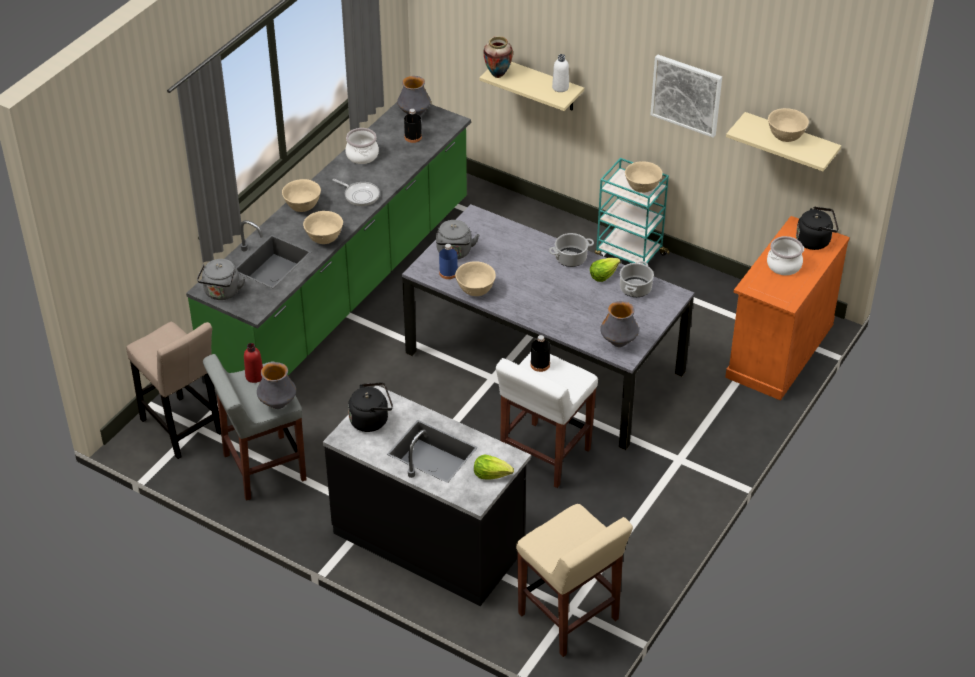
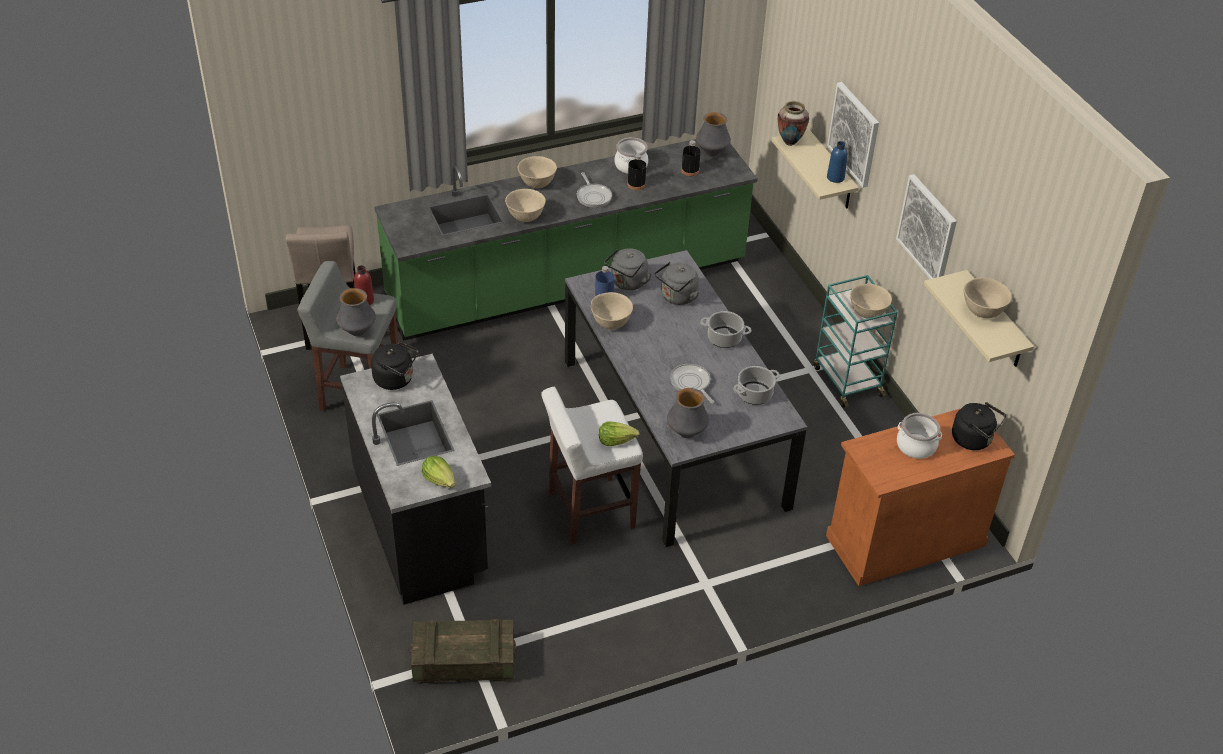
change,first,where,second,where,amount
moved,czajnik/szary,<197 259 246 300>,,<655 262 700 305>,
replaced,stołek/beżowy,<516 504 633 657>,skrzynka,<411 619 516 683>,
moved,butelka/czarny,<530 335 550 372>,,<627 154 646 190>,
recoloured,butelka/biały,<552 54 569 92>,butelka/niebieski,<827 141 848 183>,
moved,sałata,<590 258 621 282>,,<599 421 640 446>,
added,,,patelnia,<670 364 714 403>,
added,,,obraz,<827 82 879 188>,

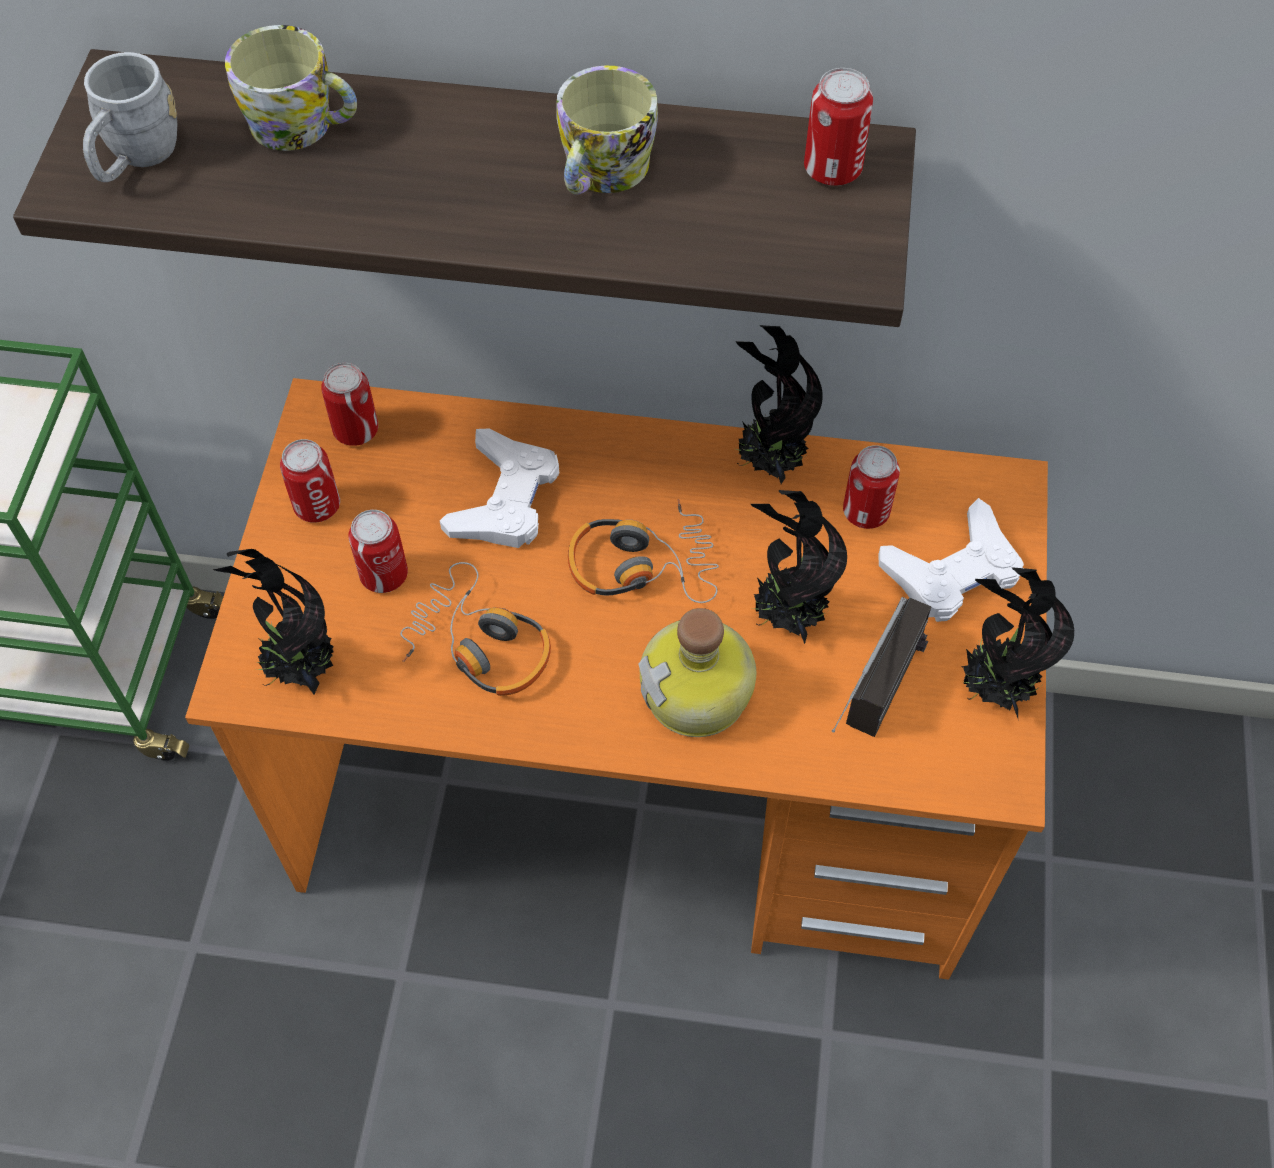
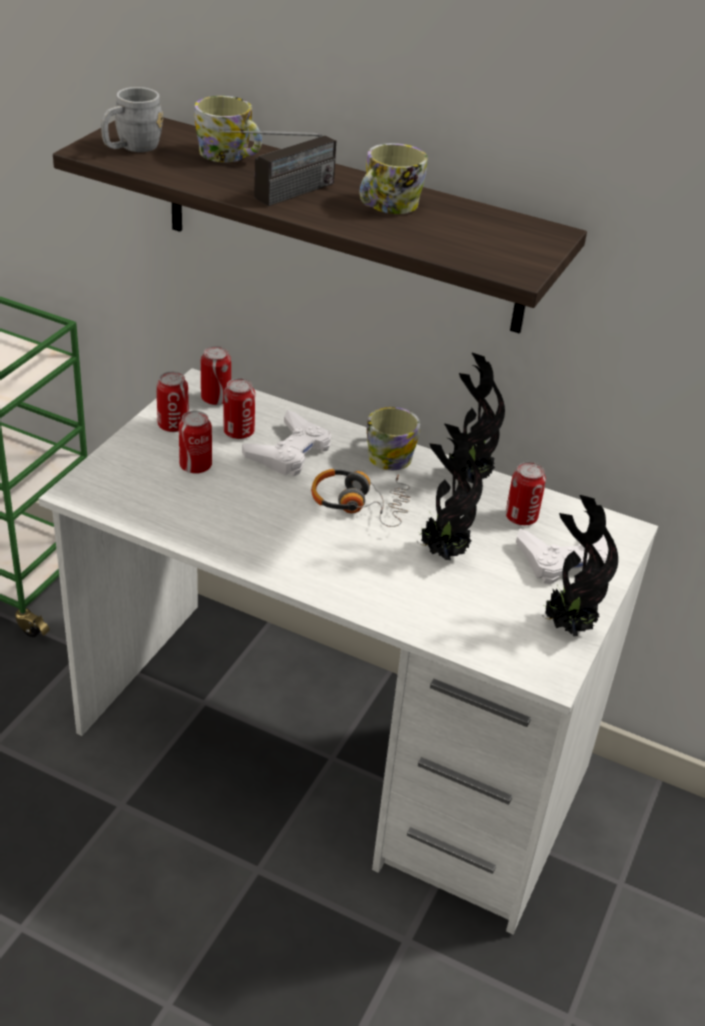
change,first,where,second,where,amount
recoloured,biurko/pomarańczowy,<185 378 1048 980>,biurko/biały,<39 368 658 934>,
removed,roślina doniczkowa,<213 549 334 694>,,,
removed,słuchawki,<400 562 551 696>,,,
removed,butelka,<638 608 756 737>,,,
moved,puszka,<804 68 873 186>,,<223 378 255 439>,
moved,radio,<832 597 932 737>,,<217 130 336 206>,
added,,,kubek,<367 407 420 470>,

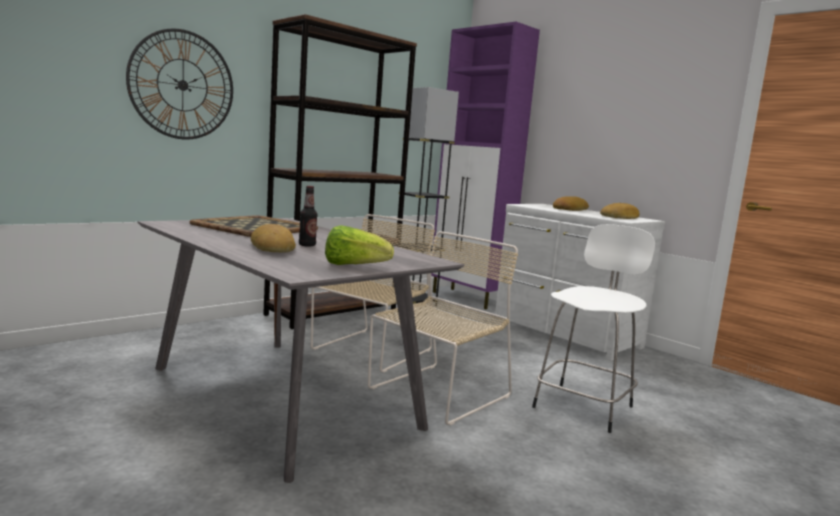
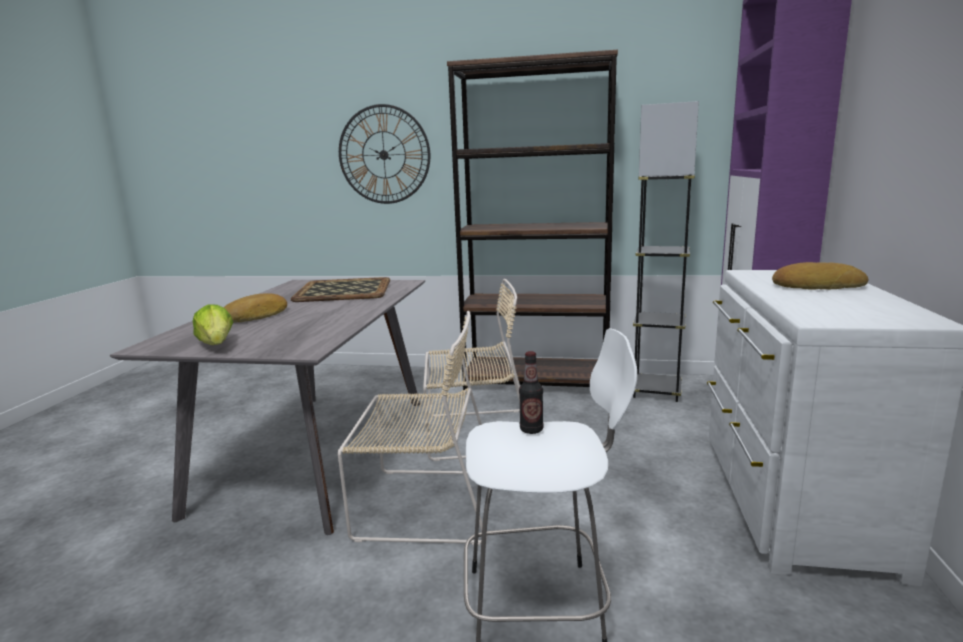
change,first,where,second,where,amount
moved,butelka,<299 186 318 247>,,<519 351 544 434>,
removed,chleb,<600 203 640 219>,,,

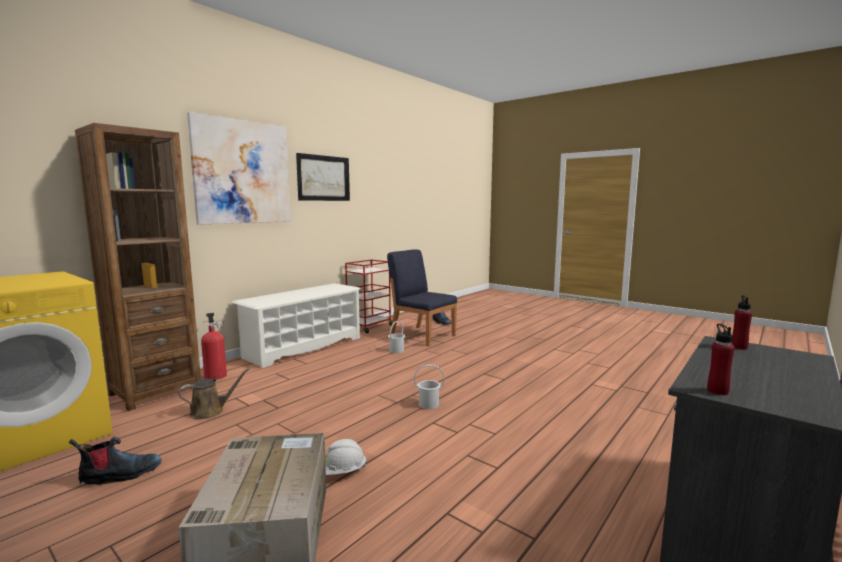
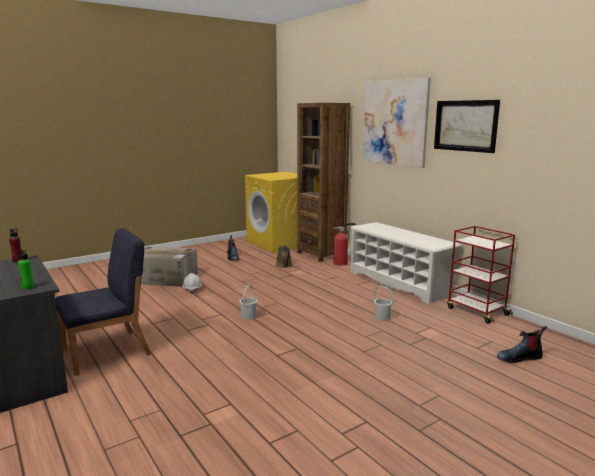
change,first,where,second,where,amount
moved,krzesło/niebieski,<387 249 457 346>,,<55 228 151 376>,
recoloured,butelka/czerwony,<732 296 752 350>,butelka/zielony,<18 249 34 290>,

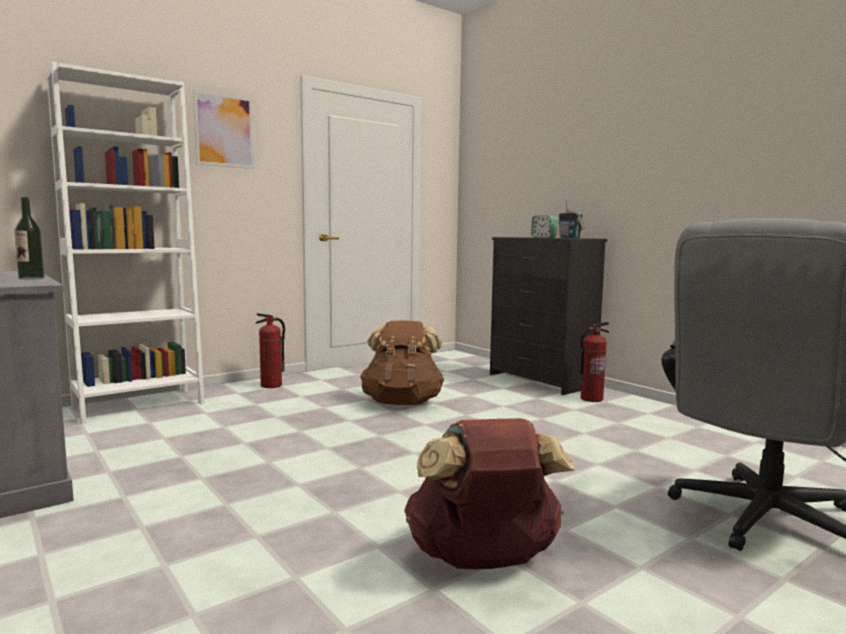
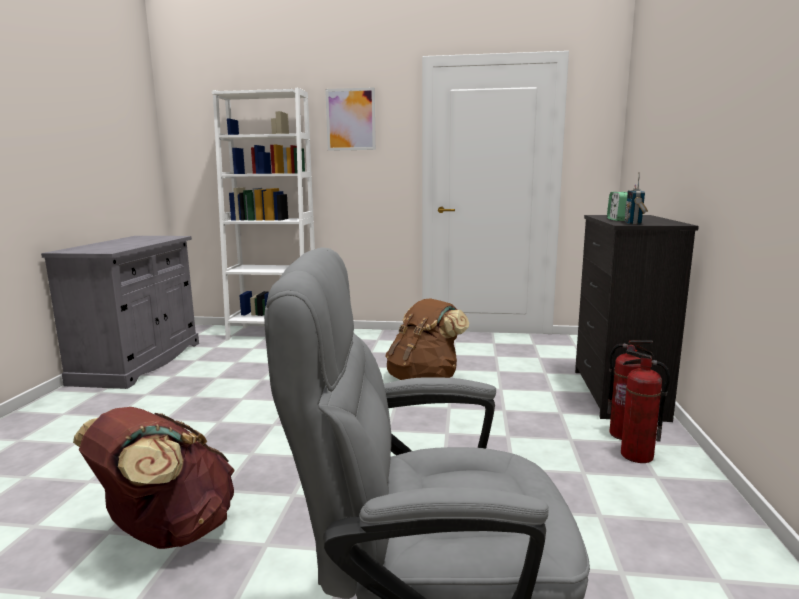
change,first,where,second,where,amount
removed,butelka,<14 197 45 279>,,,
moved,gaśnica,<256 313 285 388>,,<621 349 670 463>,

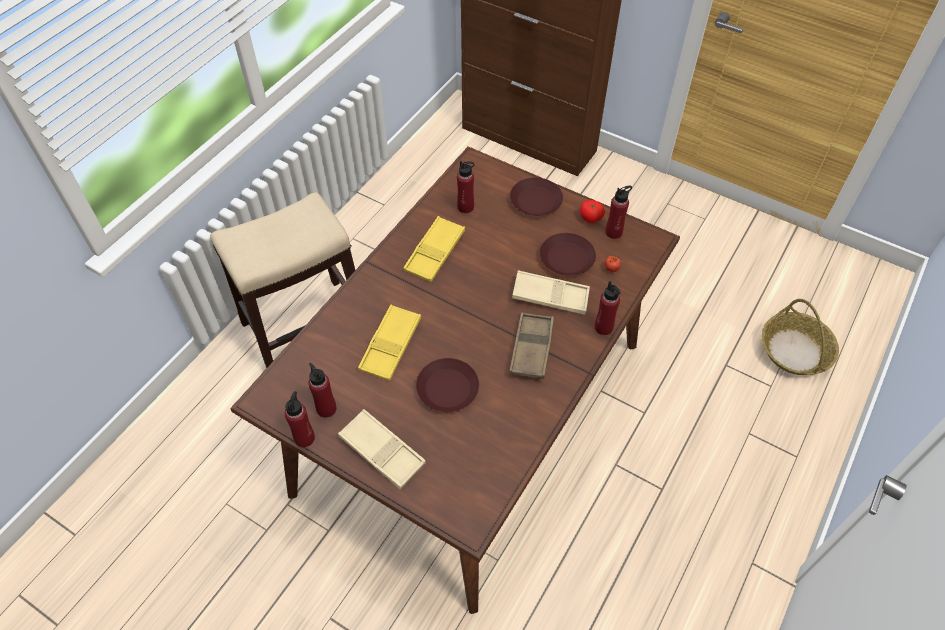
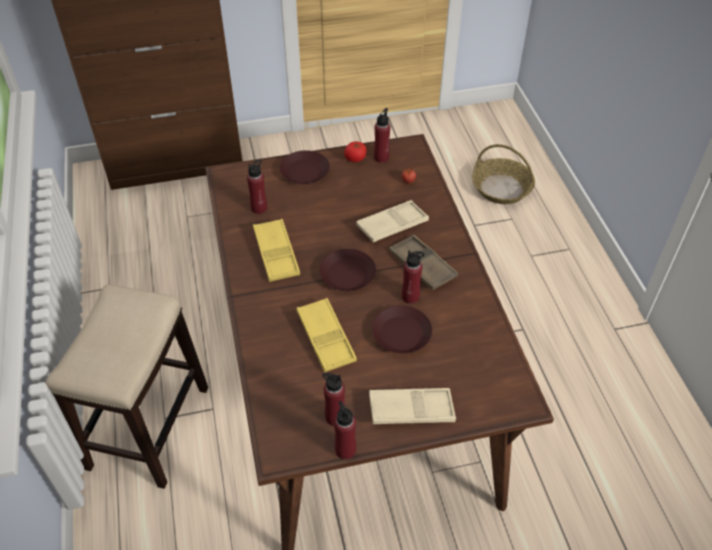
change,first,where,second,where,amount
moved,talerz/brązowy,<540 233 596 276>,,<319 249 376 291>,
moved,butelka/czerwony,<595 281 621 335>,,<402 250 424 304>,

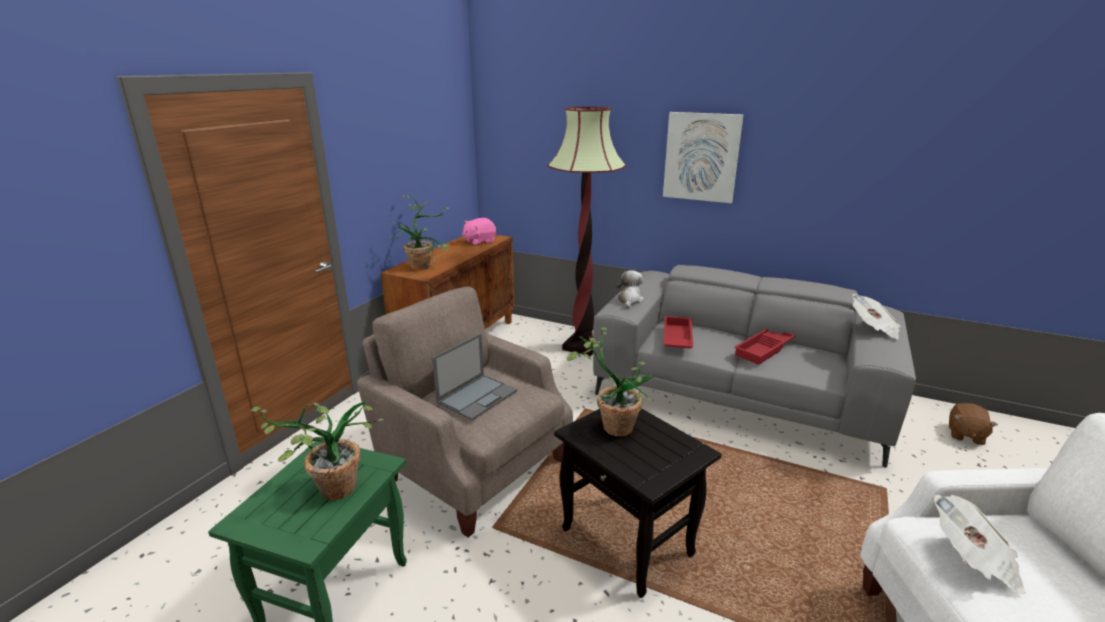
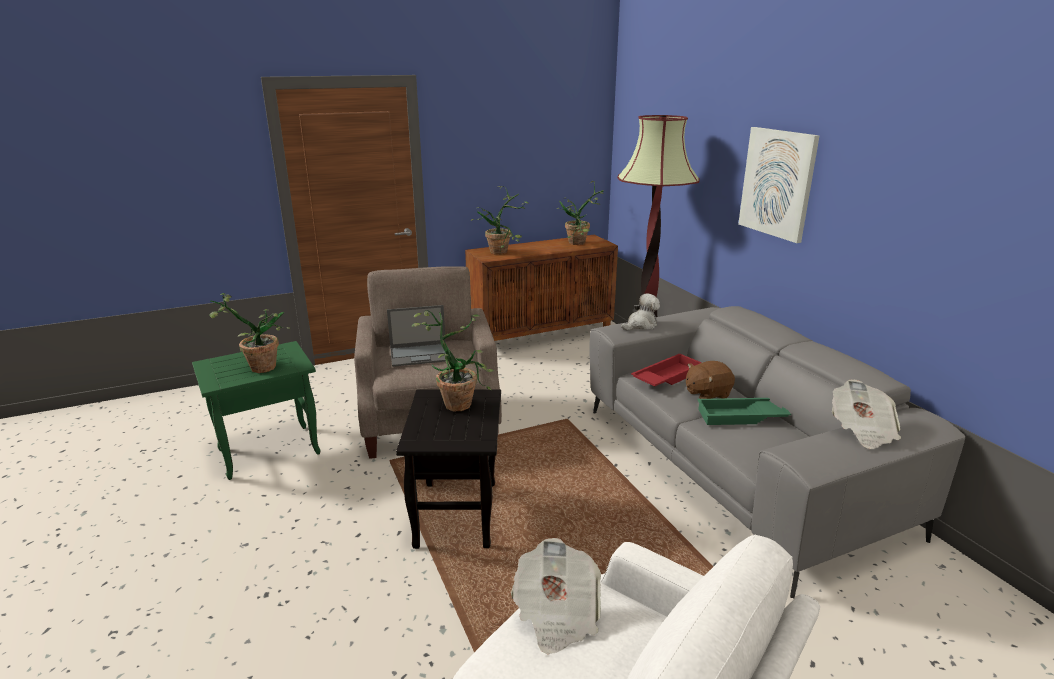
change,first,where,second,where,amount
replaced,pluszak/różowy,<462 218 496 246>,roślina doniczkowa,<557 181 604 245>,
recoloured,taca/czerwony,<734 329 796 365>,taca/zielony,<697 398 791 425>,
moved,pluszak/brązowy,<949 403 998 445>,,<686 361 735 399>,

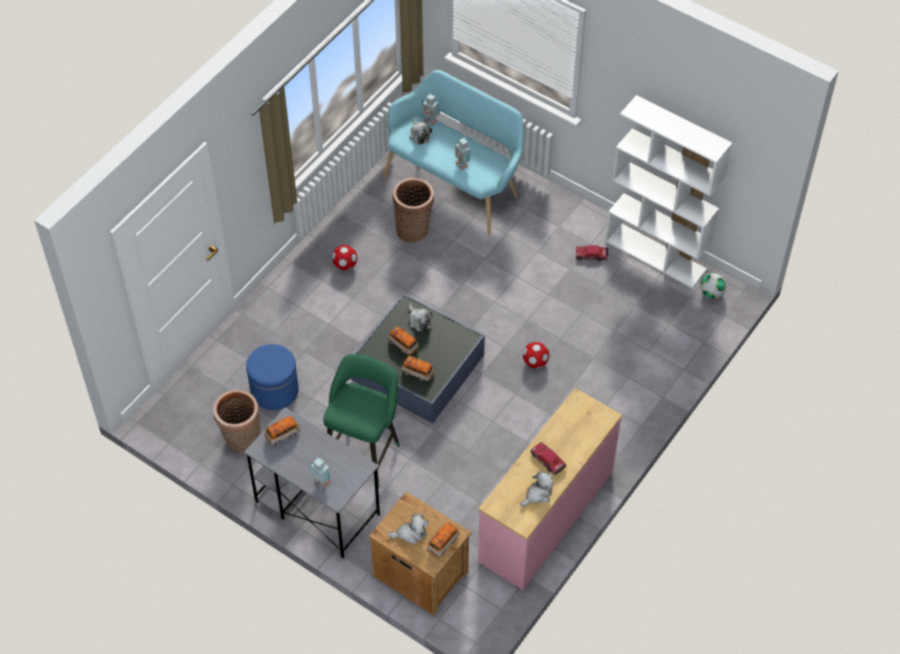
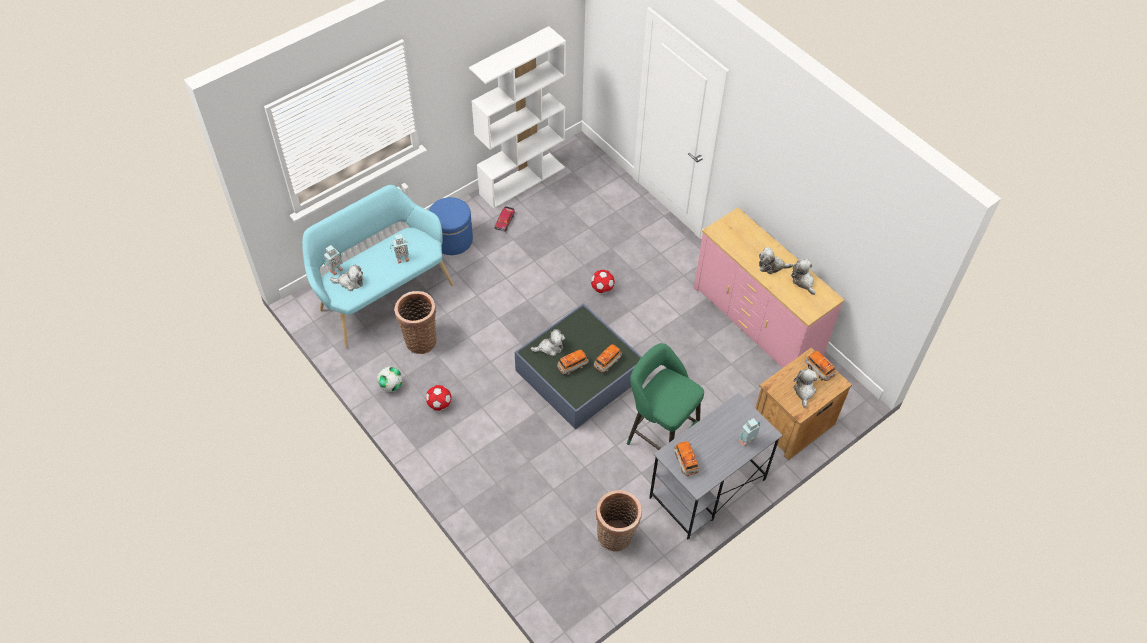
change,first,where,second,where,amount
moved,pufa/niebieski,<246 344 299 410>,,<429 197 473 255>,
replaced,samochodzik,<531 442 566 475>,pluszak,<759 247 793 274>,
moved,piłka futbolowa,<701 273 727 299>,,<377 367 403 392>,

